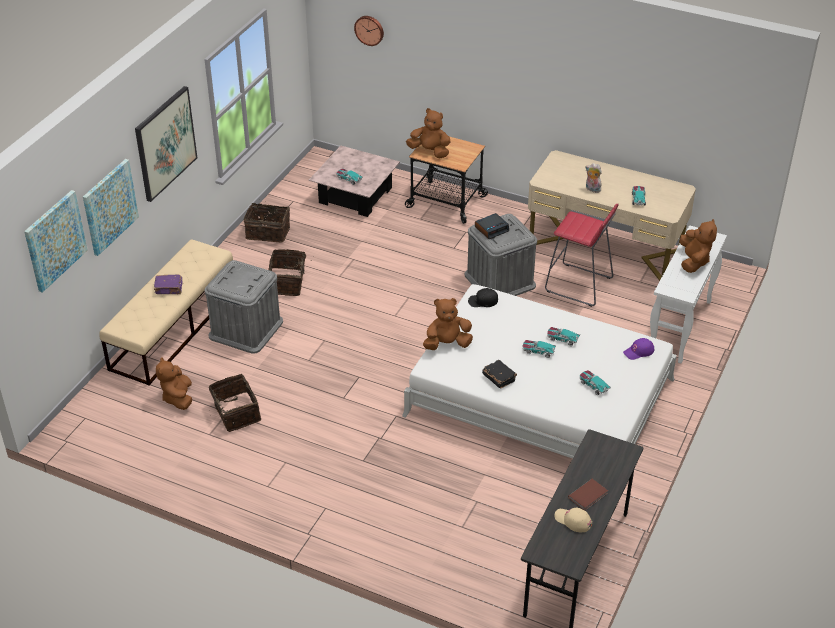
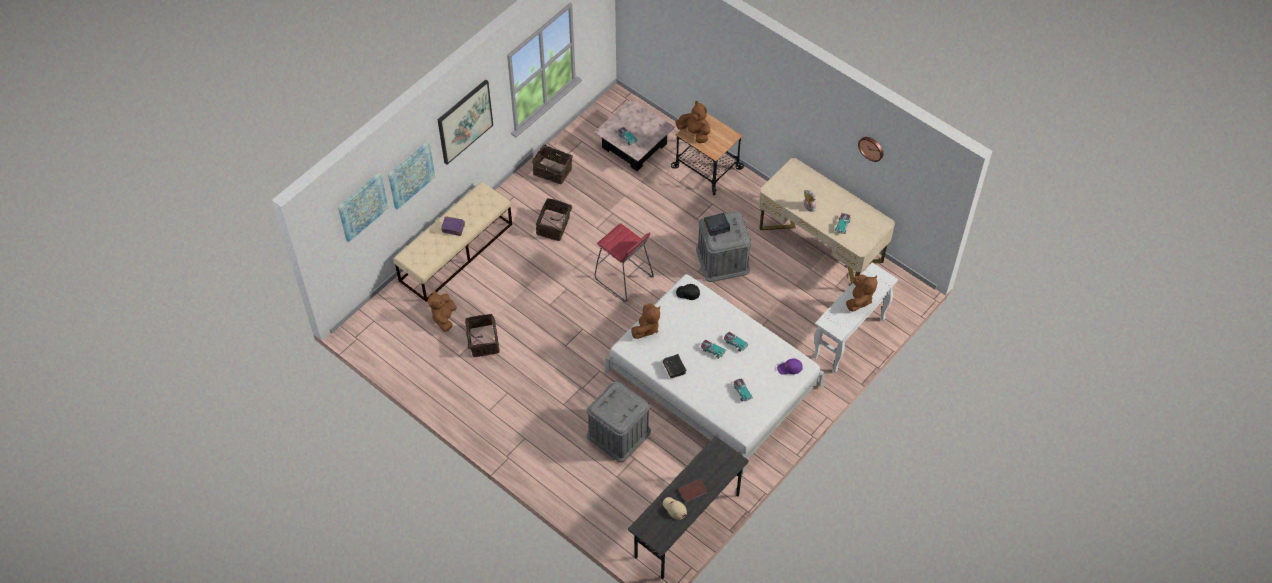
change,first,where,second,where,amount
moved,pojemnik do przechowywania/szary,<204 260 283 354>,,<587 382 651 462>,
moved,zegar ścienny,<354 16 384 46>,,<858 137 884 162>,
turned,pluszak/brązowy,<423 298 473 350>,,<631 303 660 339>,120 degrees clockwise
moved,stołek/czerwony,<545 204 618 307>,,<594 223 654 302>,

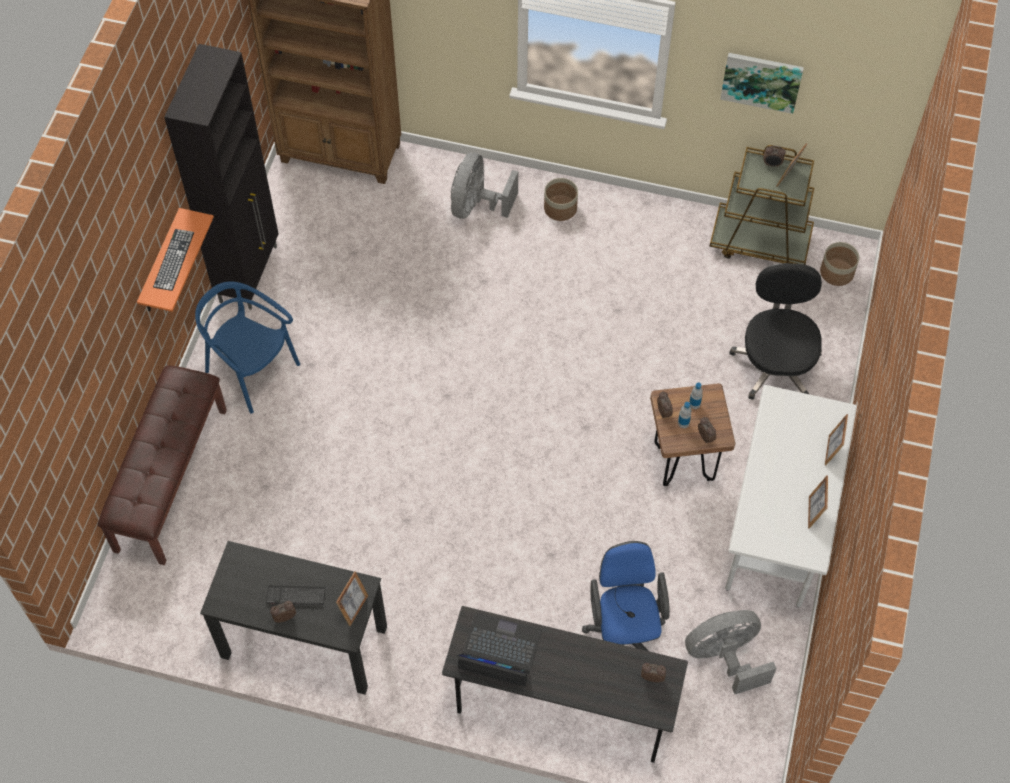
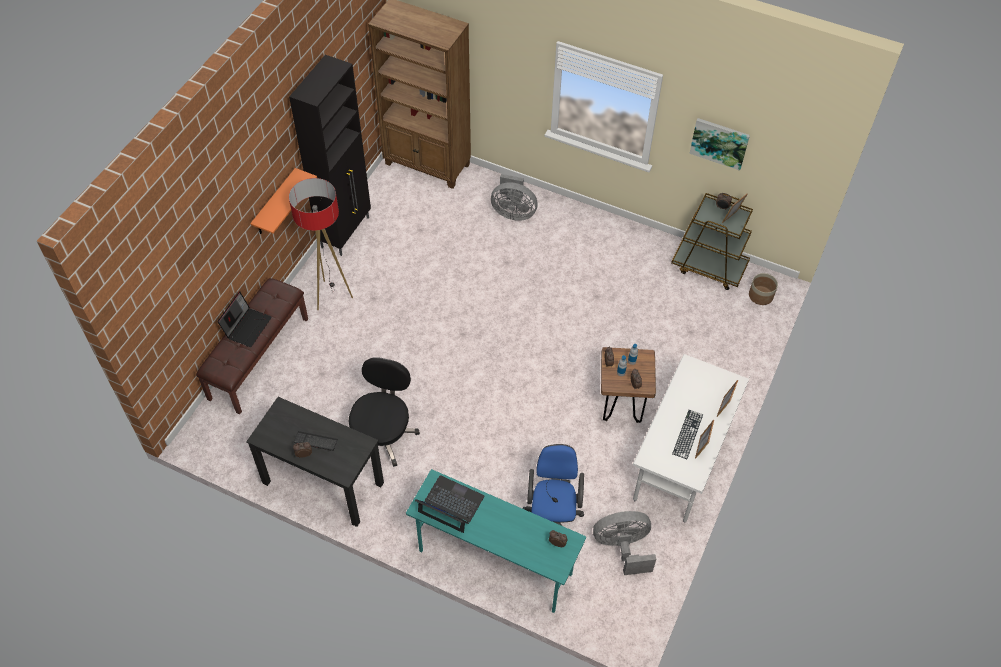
change,first,where,second,where,amount
moved,klawiatura,<153 229 194 291>,,<672 410 703 459>,
replaced,krzesło/niebieski,<195 281 300 414>,lampa stojąca,<289 178 353 311>,
removed,ramka na zdjęcie,<336 571 368 626>,,,
recoloured,biurko/szary,<442 606 688 763>,biurko/turkusowy,<406 469 586 613>,
turned,wentylator/szary,<451 152 518 219>,,<491 174 538 221>,105 degrees counterclockwise
removed,donica,<544 178 578 221>,,,
moved,krzesło biurowe/czarny,<729 263 822 400>,,<349 357 420 467>,
added,,,laptop,<217 291 272 347>,

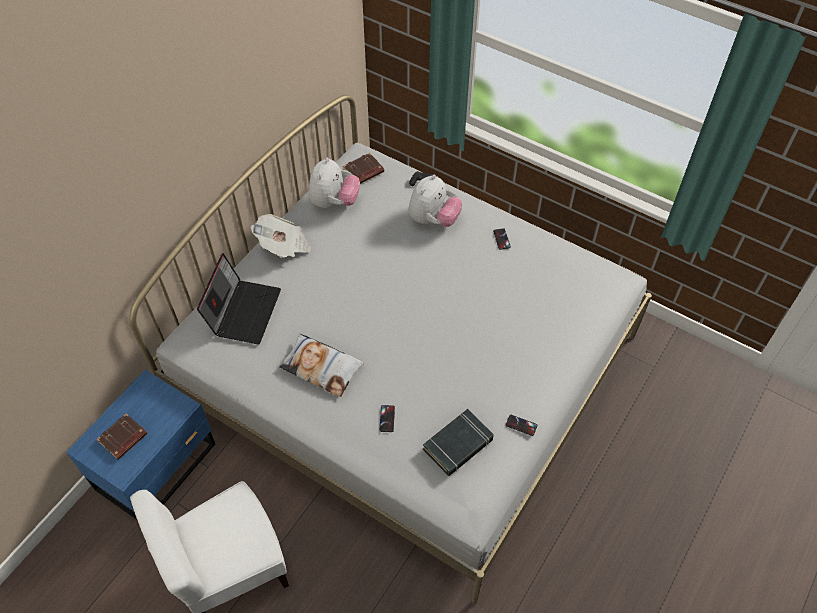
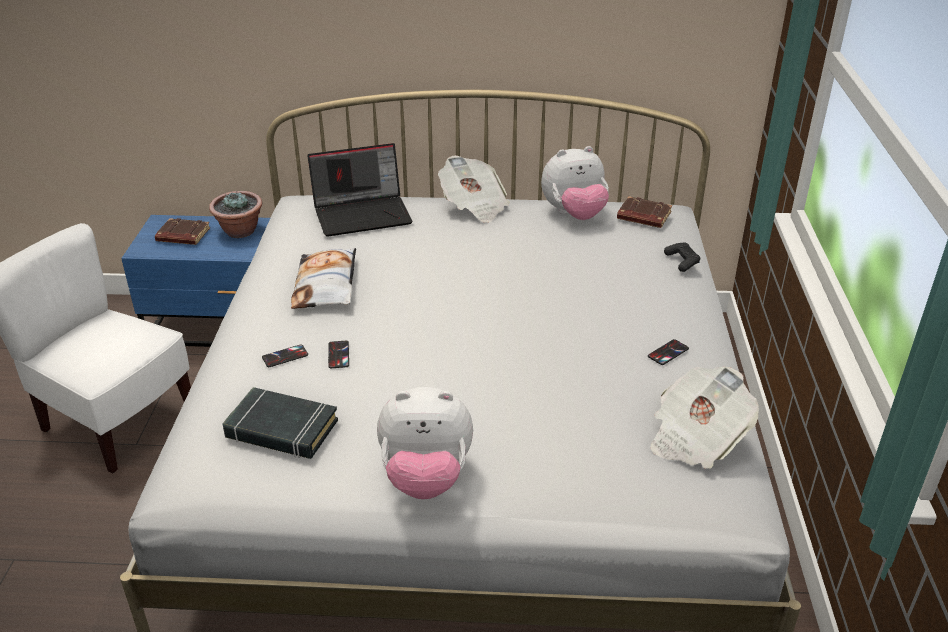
change,first,where,second,where,amount
moved,pluszak,<408 174 462 227>,,<377 387 473 499>,
moved,telefon,<506 415 537 436>,,<328 341 349 368>,
added,,,roślina doniczkowa,<209 191 262 238>,
added,,,gazeta,<650 367 759 469>,

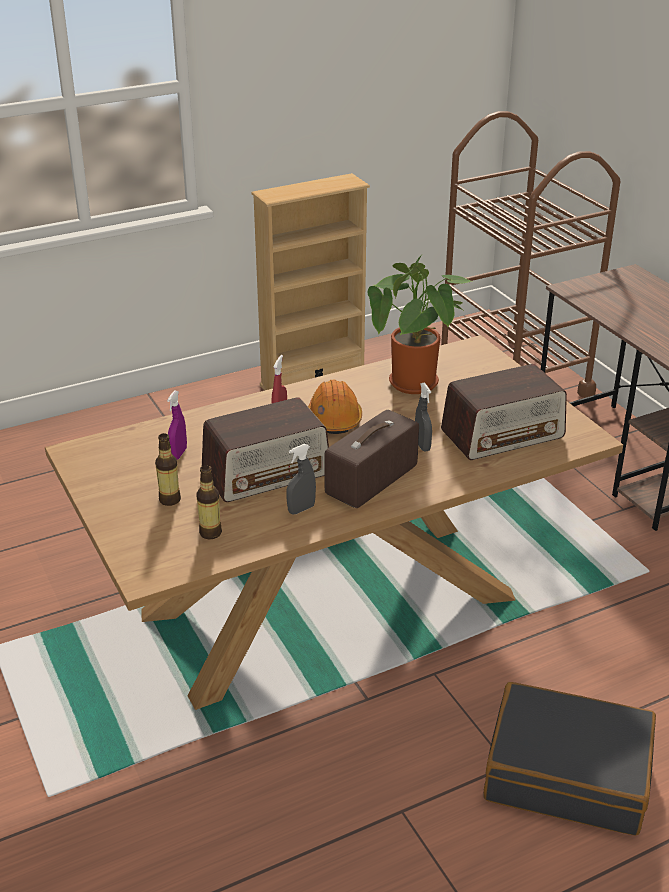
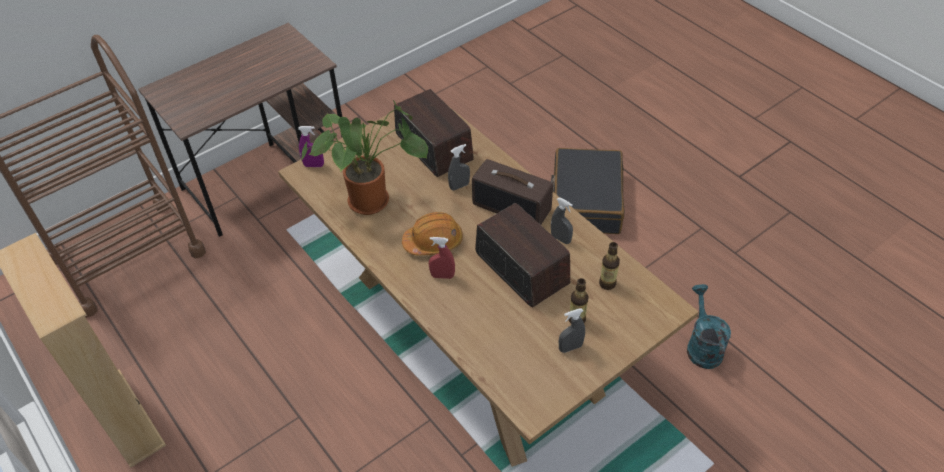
change,first,where,second,where,amount
moved,spryskiwacz/fioletowy,<167 391 187 460>,,<298 126 324 167>,
added,,,spryskiwacz/szary,<559 309 585 353>,
added,,,konewka/turkusowy,<687 284 731 369>,

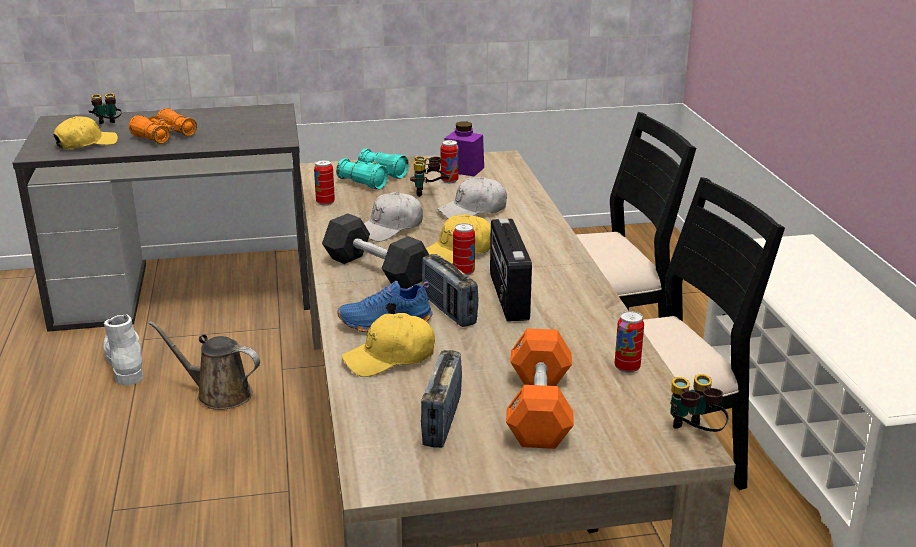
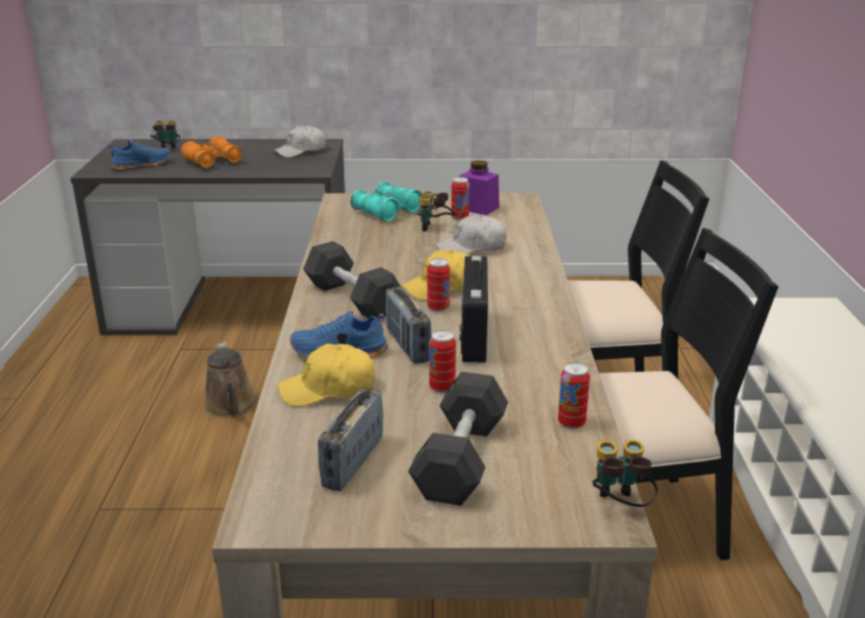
change,first,where,second,where,amount
replaced,czapka z daszkiem/żółty,<53 116 118 149>,but/niebieski,<109 140 171 170>,
removed,but z cholewką/biały,<104 315 143 385>,,,
turned,konewka/brązowy,<148 321 260 410>,,<204 342 256 417>,135 degrees counterclockwise
moved,puszka,<314 160 335 206>,,<429 330 456 393>,
moved,czapka z daszkiem/biały,<364 192 423 242>,,<274 125 326 158>,
recoloured,hantel/pomarańczowy,<506 328 574 449>,hantel/czarny,<408 372 508 506>,

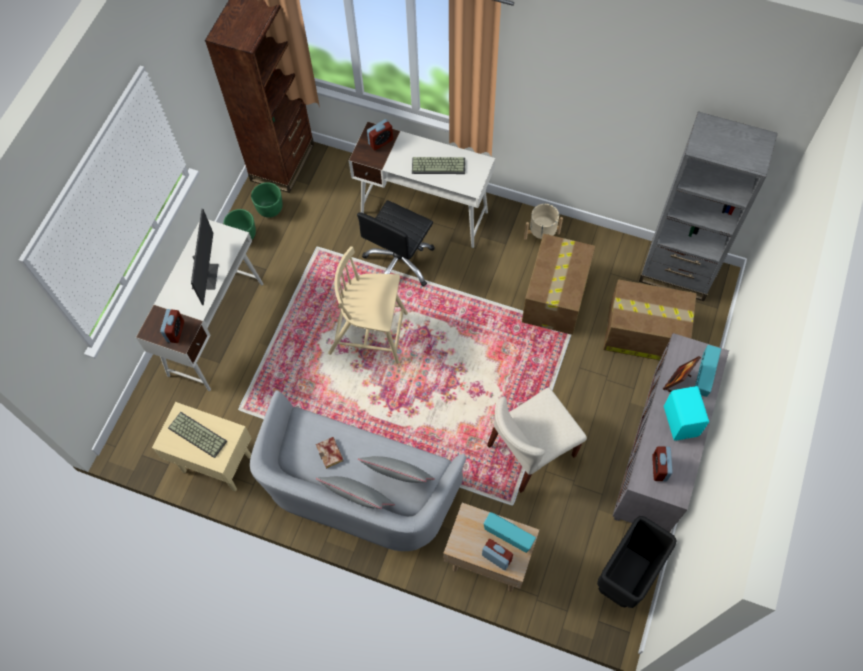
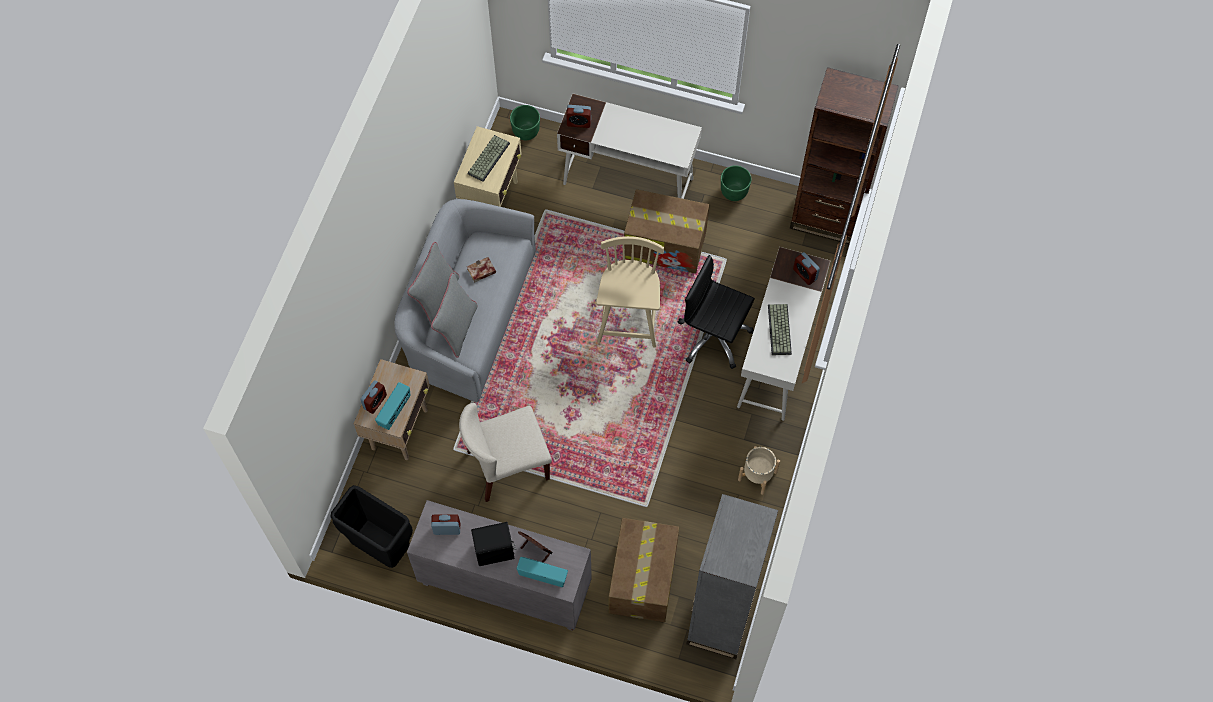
change,first,where,second,where,amount
removed,monitor,<191 209 218 305>,,,
moved,donica/zielony,<251 182 283 218>,,<510 105 540 140>,
turned,krzesło/beżowy,<487 387 587 493>,,<459 403 552 502>,75 degrees counterclockwise
moved,karton,<522 234 595 335>,,<624 189 709 274>,
recoloured,głośnik/turkusowy,<664 386 709 440>,głośnik/czarny,<471 522 516 566>,

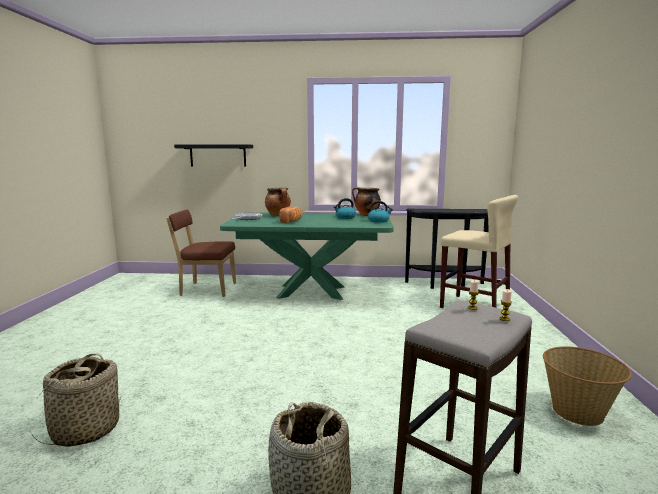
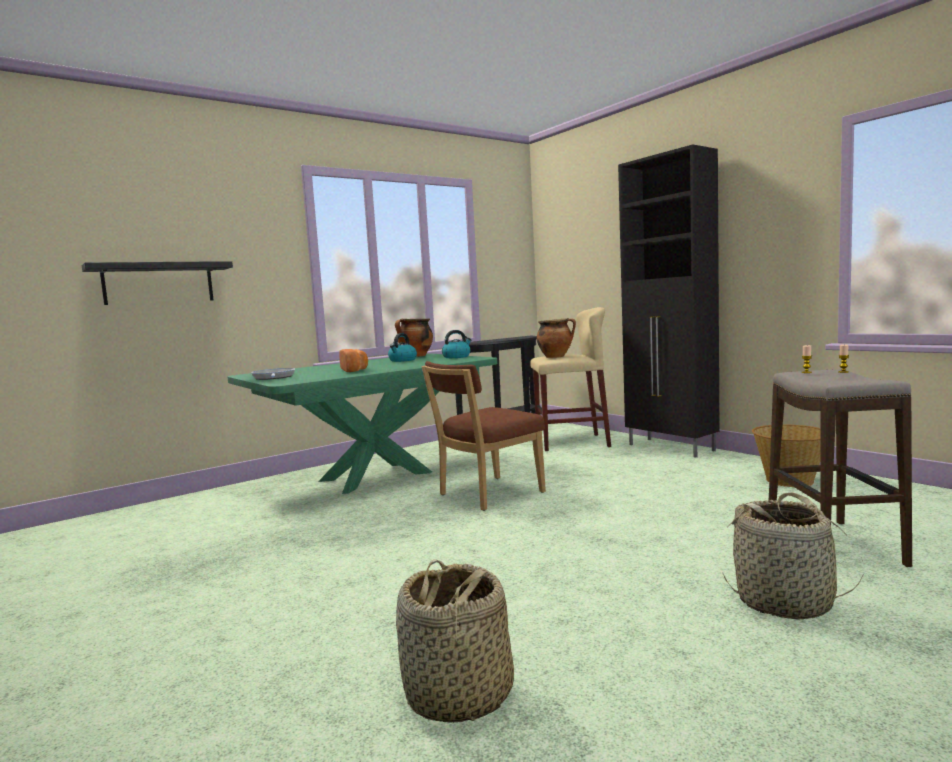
change,first,where,second,where,amount
moved,krzesło/brązowy,<166 209 236 297>,,<422 361 546 511>,
moved,garnek,<265 188 291 216>,,<537 318 576 358>,
added,,,szafka/czarny,<618 144 719 458>,

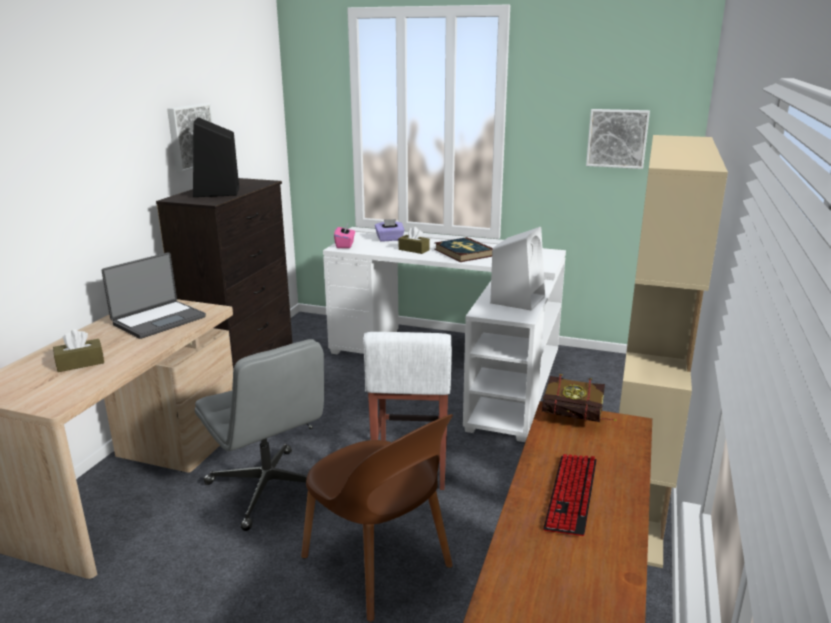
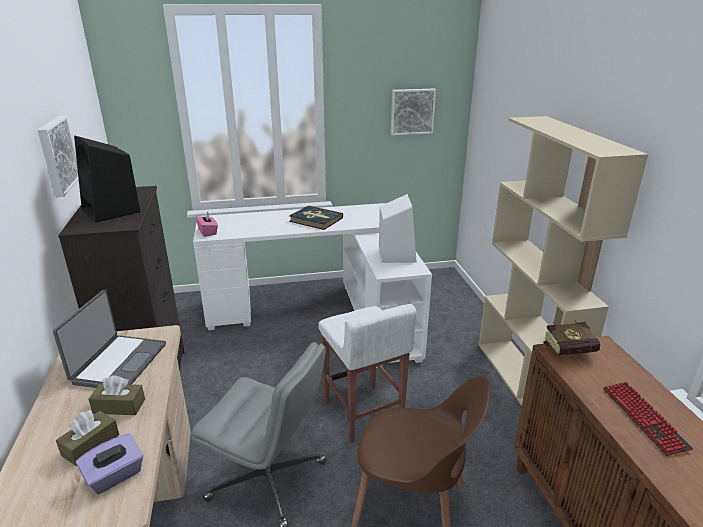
change,first,where,second,where,amount
moved,pudełko chusteczek/fioletowy,<375 219 405 241>,,<76 434 143 494>,
moved,pudełko chusteczek/brązowy,<398 227 430 254>,,<88 375 145 415>,

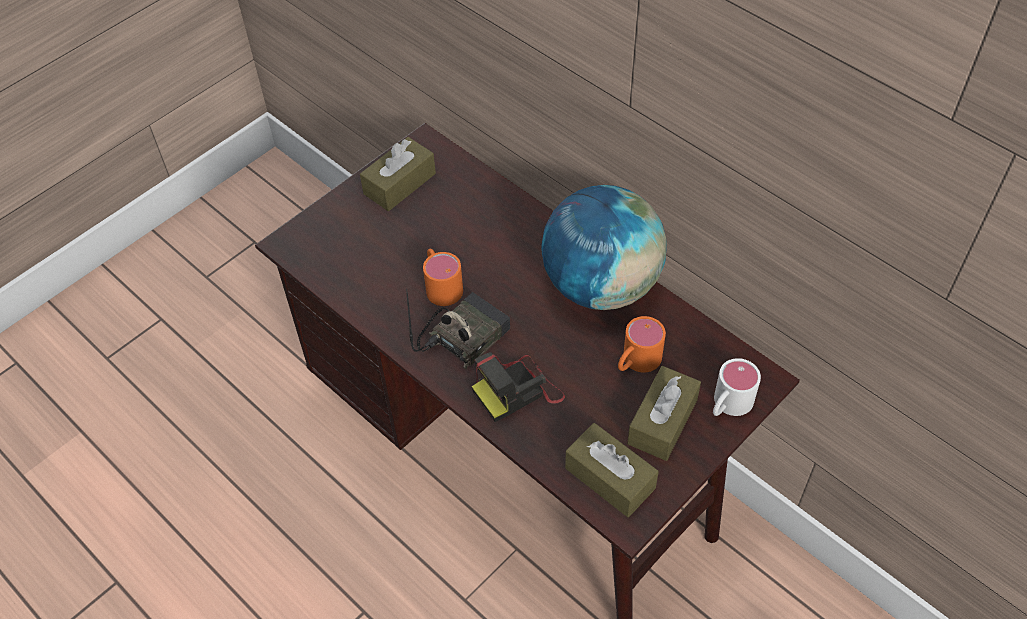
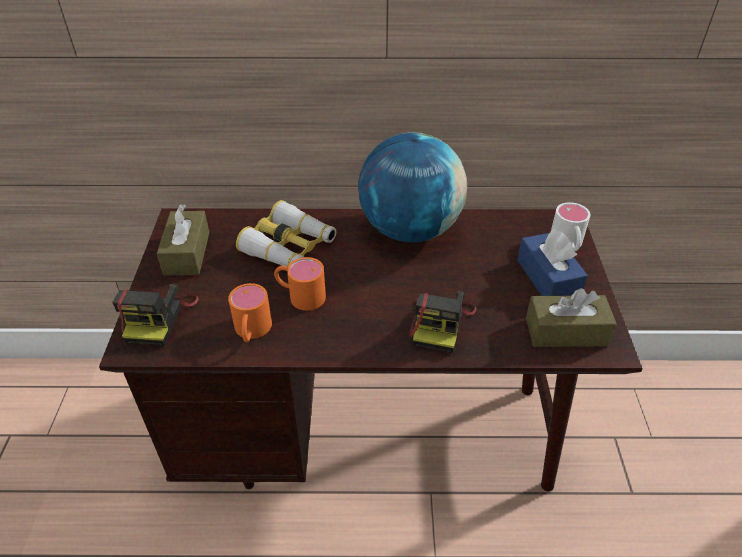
change,first,where,second,where,amount
removed,radio,<406 289 510 370>,,,
moved,kubek/pomarańczowy,<618 316 666 373>,,<228 283 272 342>,
recoloured,pudełko chusteczek/brązowy,<627 366 701 461>,pudełko chusteczek/niebieski,<517 229 588 296>,
added,,,aparat fotograficzny,<112 284 198 346>,
added,,,lornetka,<236 200 337 266>,

